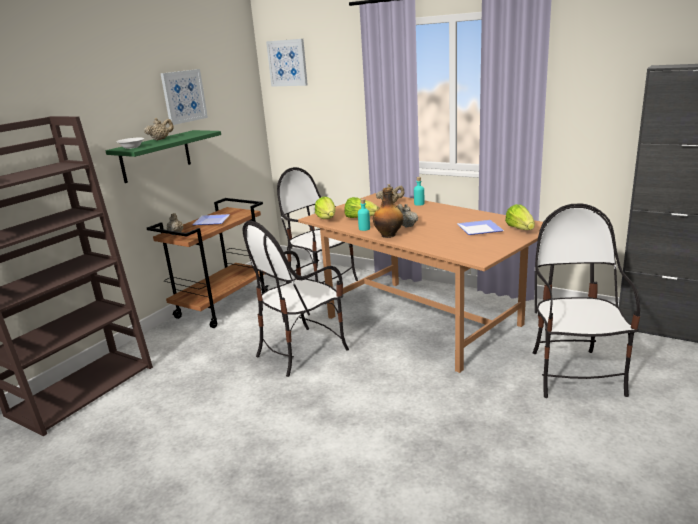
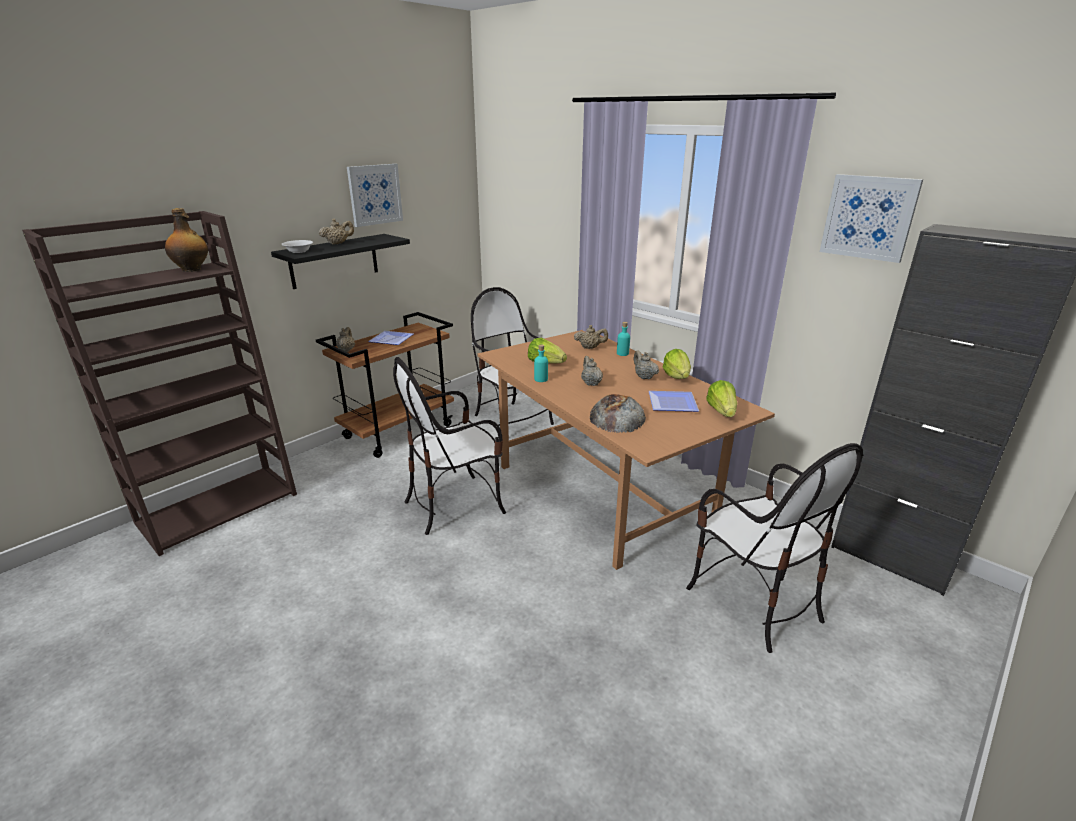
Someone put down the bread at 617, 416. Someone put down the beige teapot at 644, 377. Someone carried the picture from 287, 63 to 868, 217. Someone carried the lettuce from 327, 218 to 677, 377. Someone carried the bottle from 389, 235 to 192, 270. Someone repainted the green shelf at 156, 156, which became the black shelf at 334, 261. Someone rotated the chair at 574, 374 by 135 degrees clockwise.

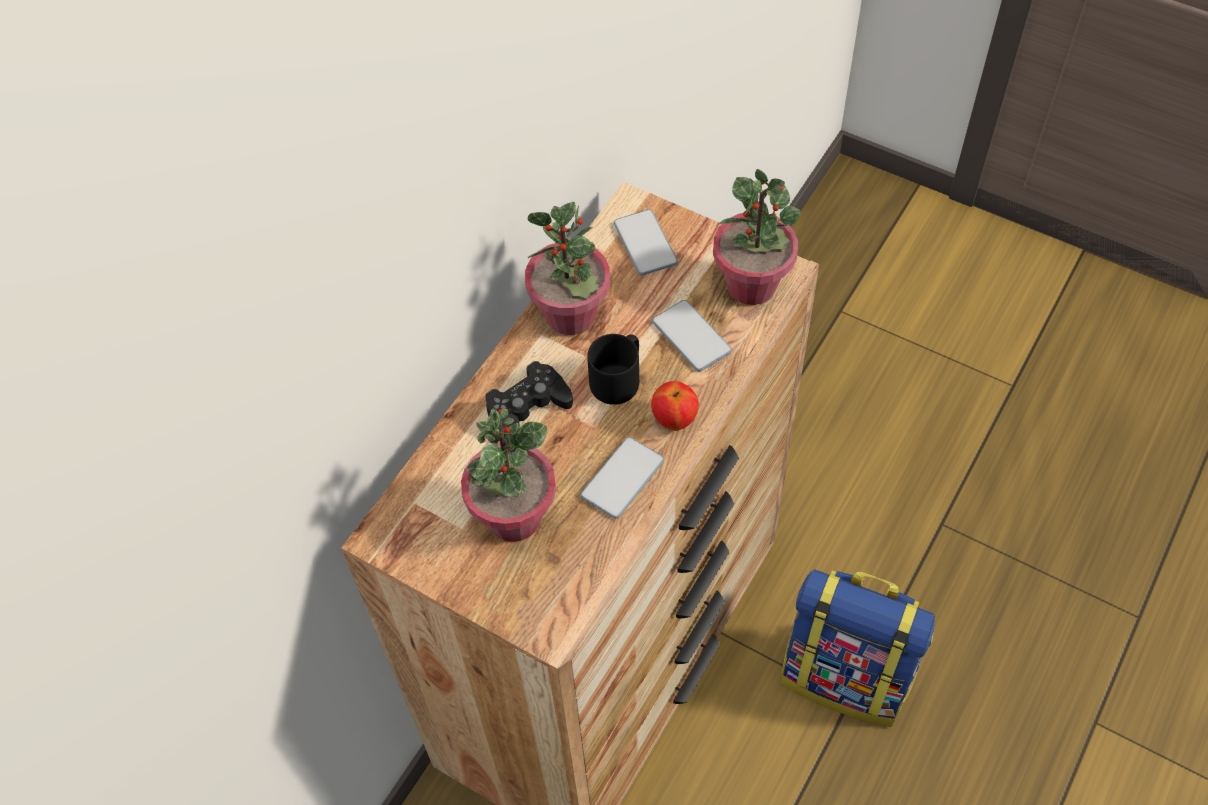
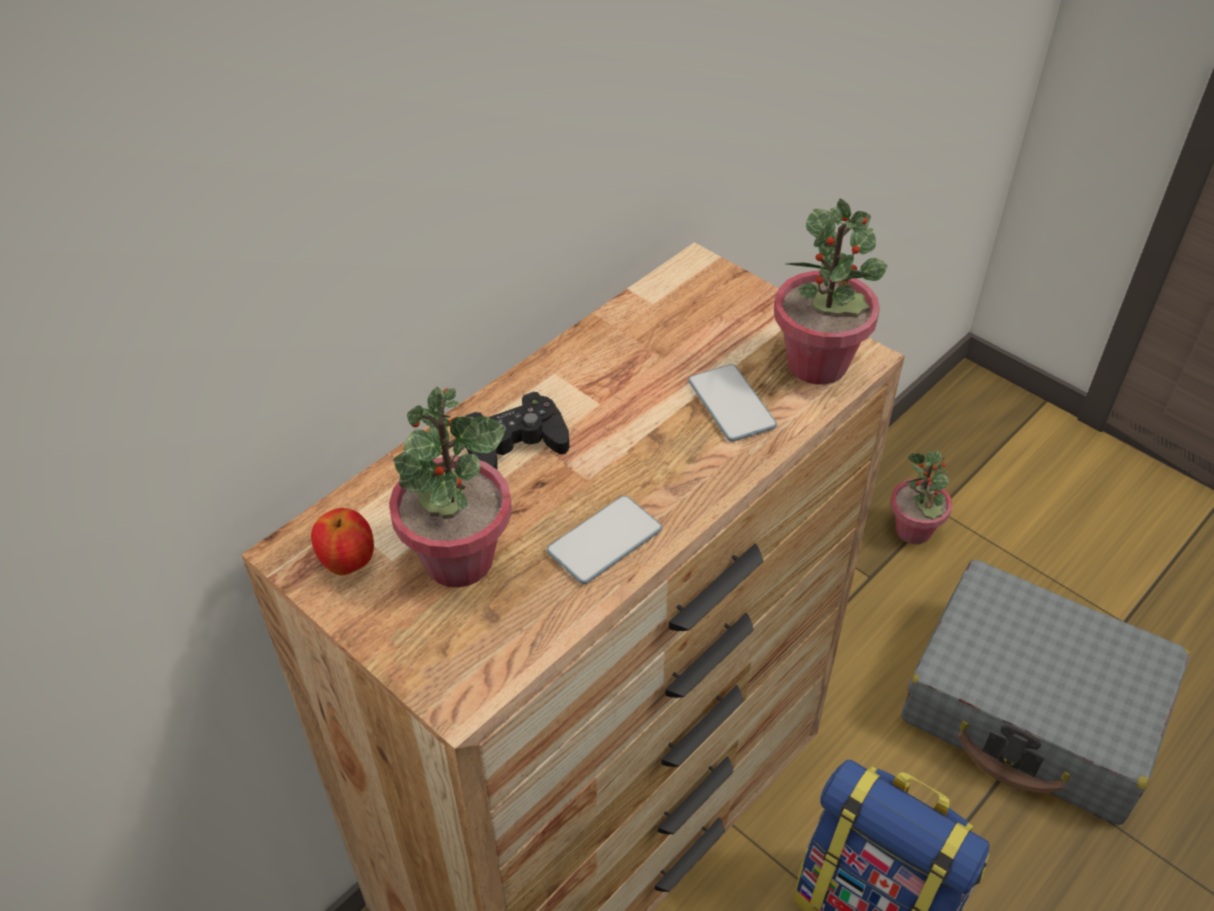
Someone took away the black mug at 618, 380. Someone took away the phone at 645, 243. Someone put down the grey suitcase at 1033, 709. Someone carried the potted plant from 571, 315 to 913, 531. Someone carried the apple from 674, 420 to 348, 563.

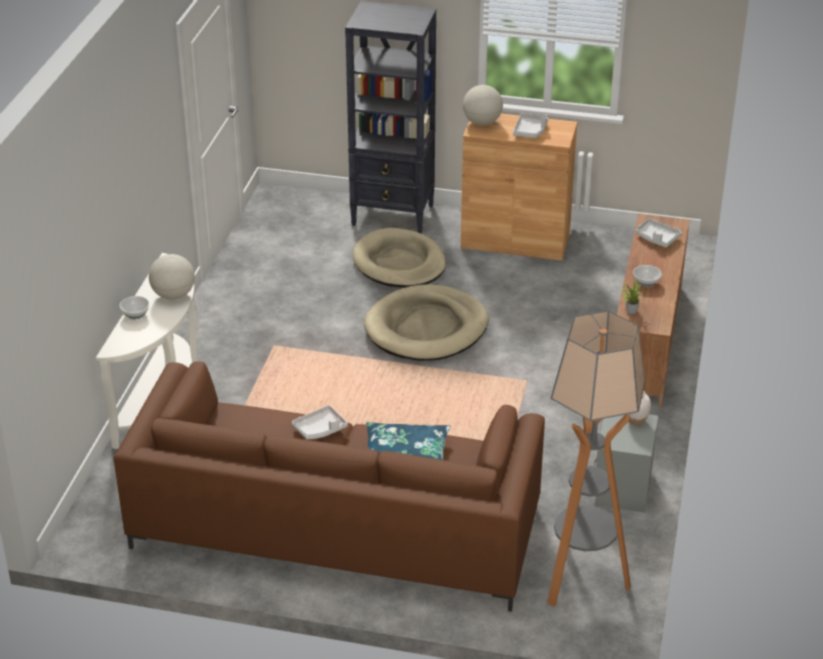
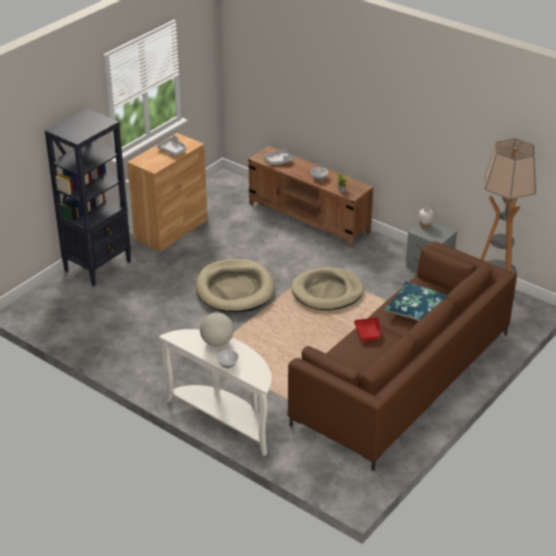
Someone took away the globe at 482, 122. Someone carried the beige dog bed from 399, 263 to 327, 292. Someone repainted the grey tray at 320, 429, which became the red tray at 368, 333.

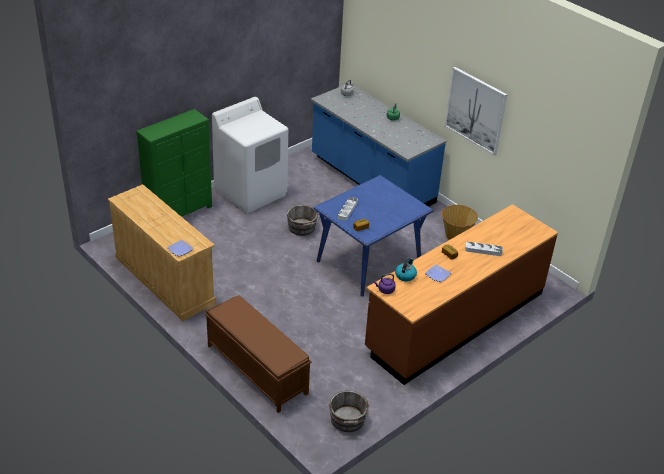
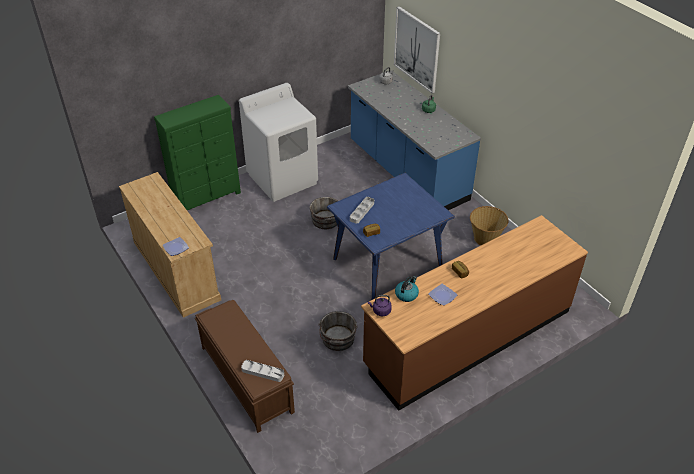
Someone carried the grey bucket from 347, 421 to 338, 340. Someone carried the picture from 475, 110 to 417, 49. Someone carried the grey tray from 483, 250 to 263, 372.

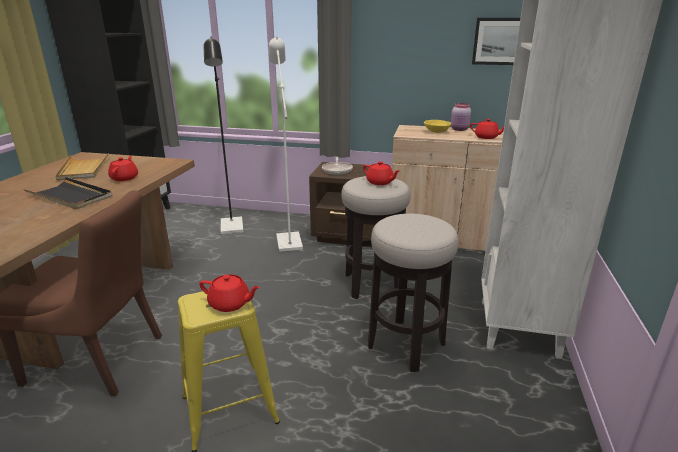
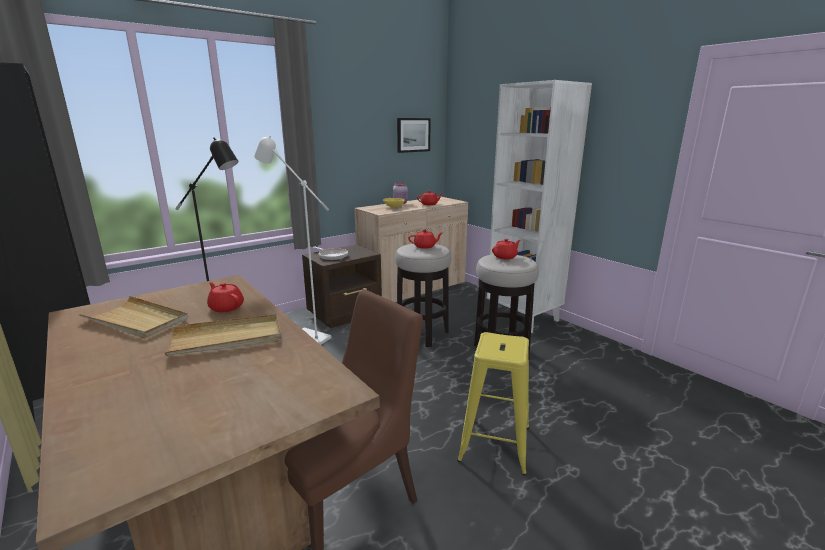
Someone carried the red teapot from 230, 304 to 505, 257. Someone repainted the black tray at 70, 196, which became the beige tray at 227, 338.

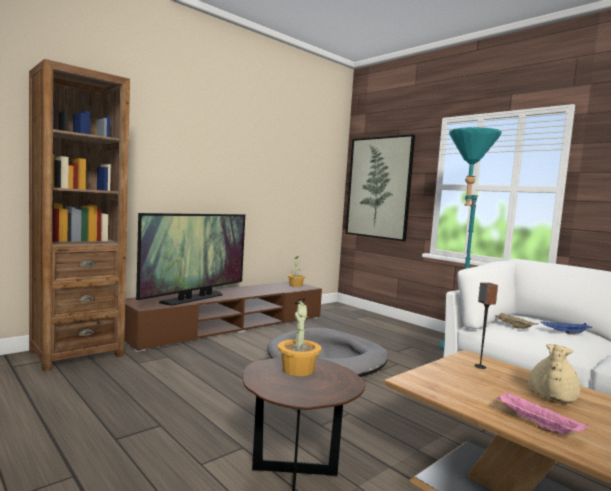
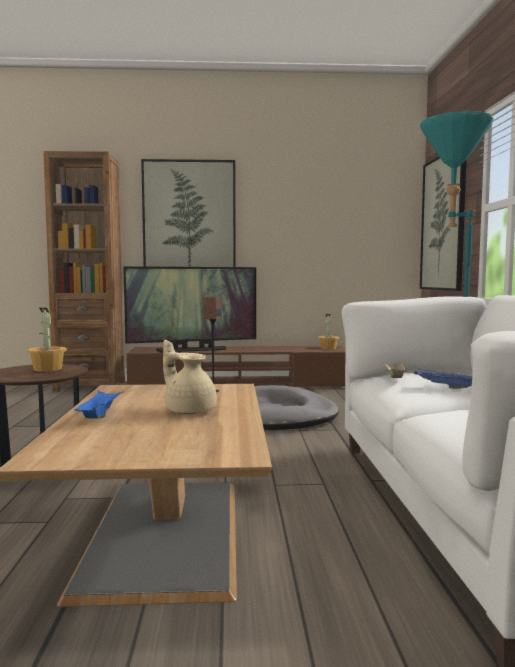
Someone put up the picture at 189, 223. Someone repainted the pink tray at 535, 425, which became the blue tray at 100, 415. Someone rotated the beige teapot at 551, 397 by 60 degrees clockwise.

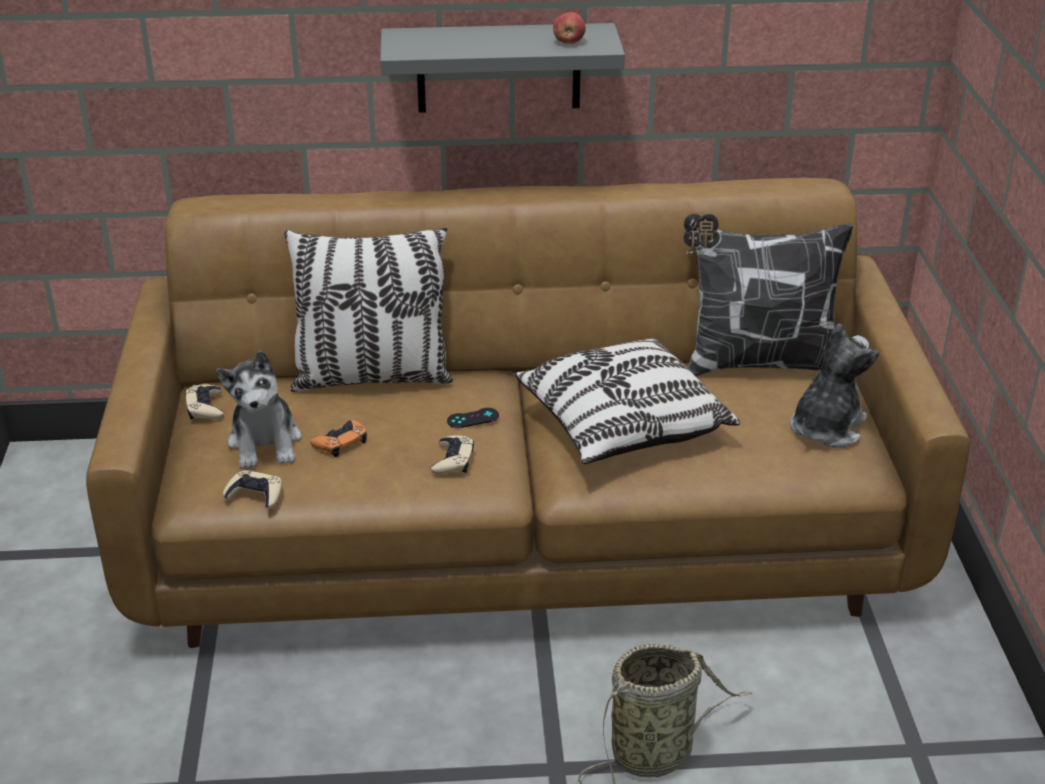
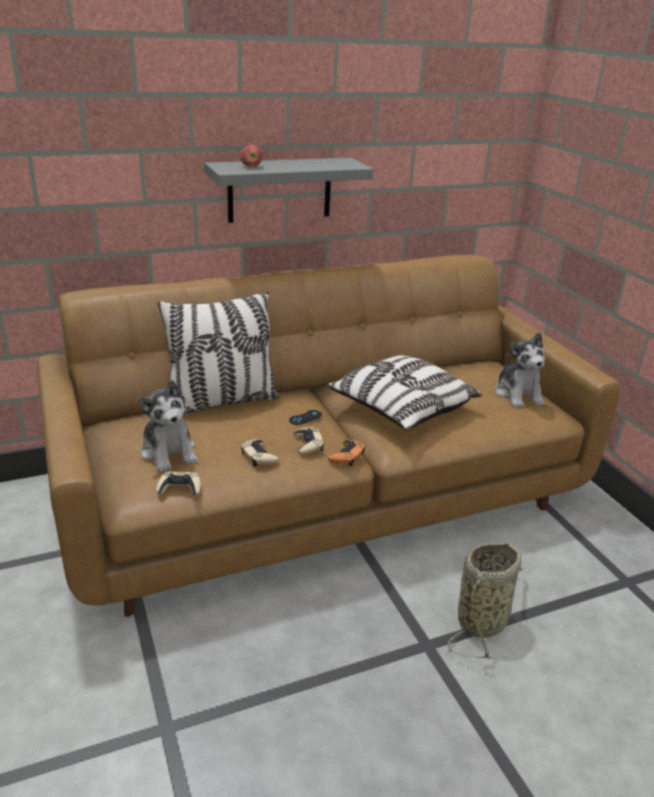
Someone took away the pillow at 757, 363. Someone carried the beige game controller from 205, 407 to 259, 456. Someone carried the orange game controller from 340, 442 to 347, 456. Someone carried the apple from 569, 42 to 251, 166. Someone rotated the plush toy at 825, 427 by 150 degrees clockwise.

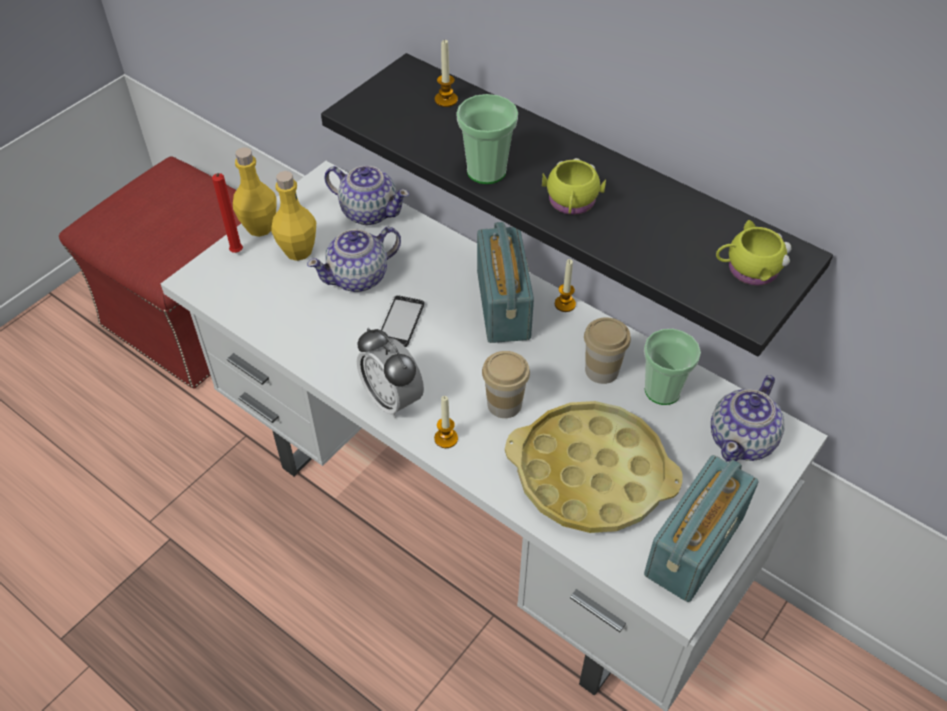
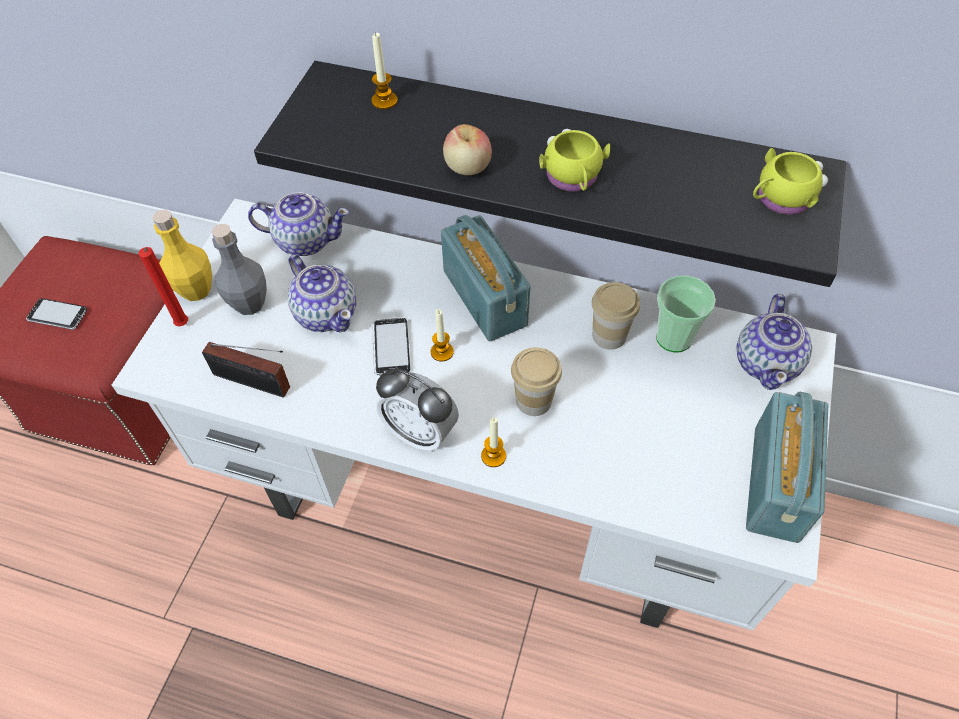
Someone took away the yellow tray at 590, 474. Someone put down the phone at 58, 315. Someone put down the radio at 255, 383. Someone carried the candle from 565, 304 to 442, 352. Someone swapped the cup at 486, 171 for the apple at 467, 167. Someone repainted the yellow bottle at 298, 251, which became the grey bottle at 249, 303. Someone rotated the teapot at 359, 277 by 75 degrees counterclockwise.

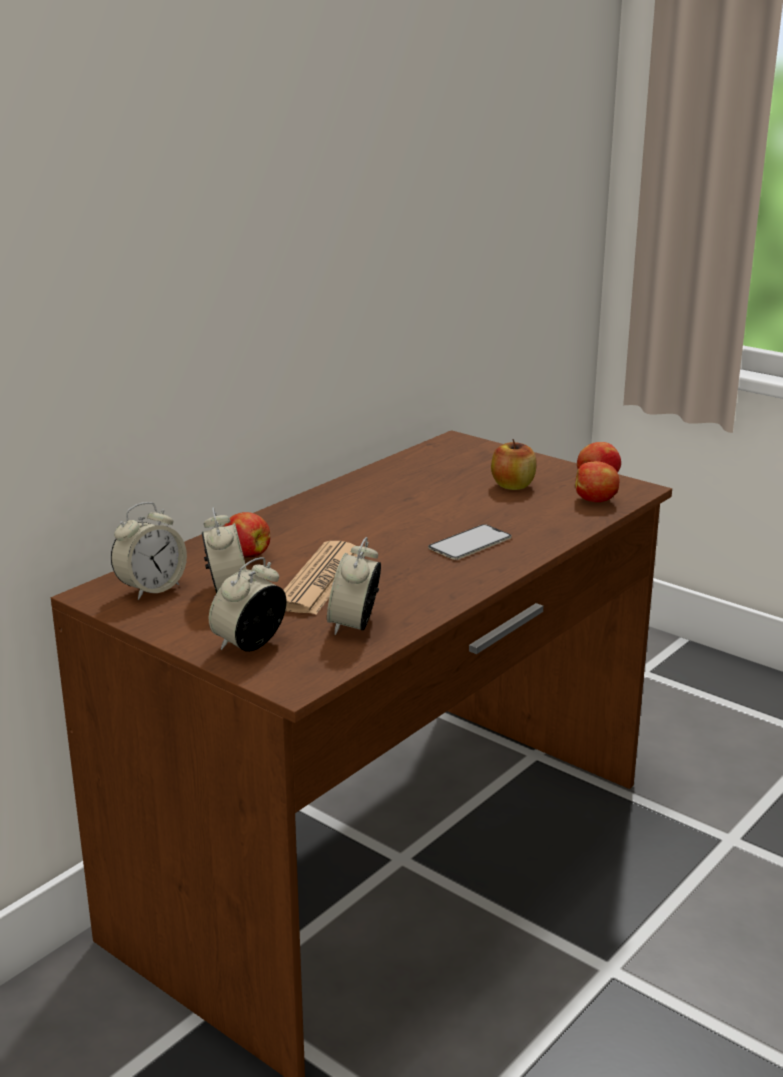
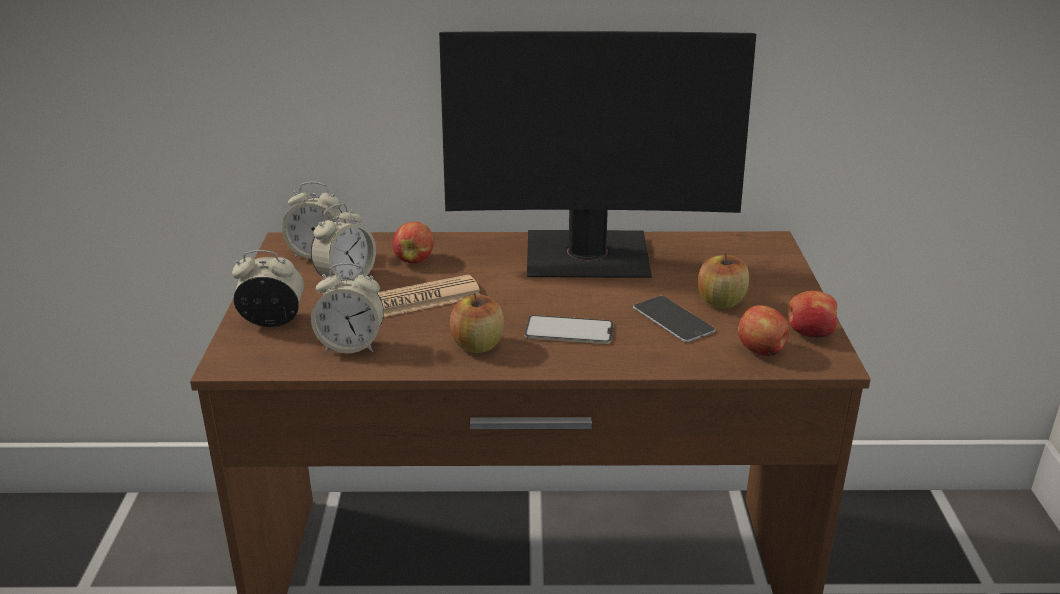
Someone put down the monitor at 588, 257. Someone put down the apple at 477, 345. Someone put down the phone at 673, 319. Someone rotated the alarm clock at 354, 625 by 150 degrees counterclockwise.

